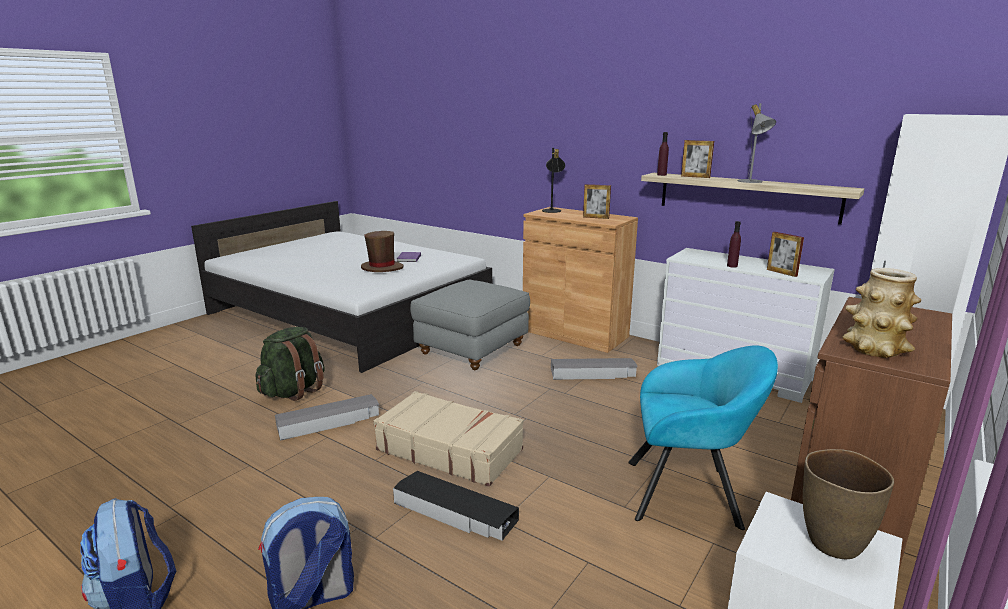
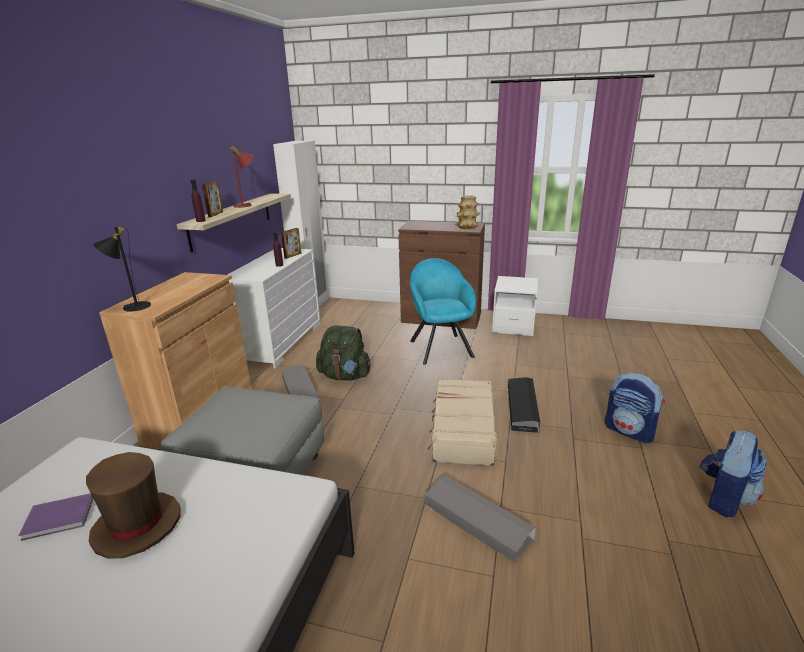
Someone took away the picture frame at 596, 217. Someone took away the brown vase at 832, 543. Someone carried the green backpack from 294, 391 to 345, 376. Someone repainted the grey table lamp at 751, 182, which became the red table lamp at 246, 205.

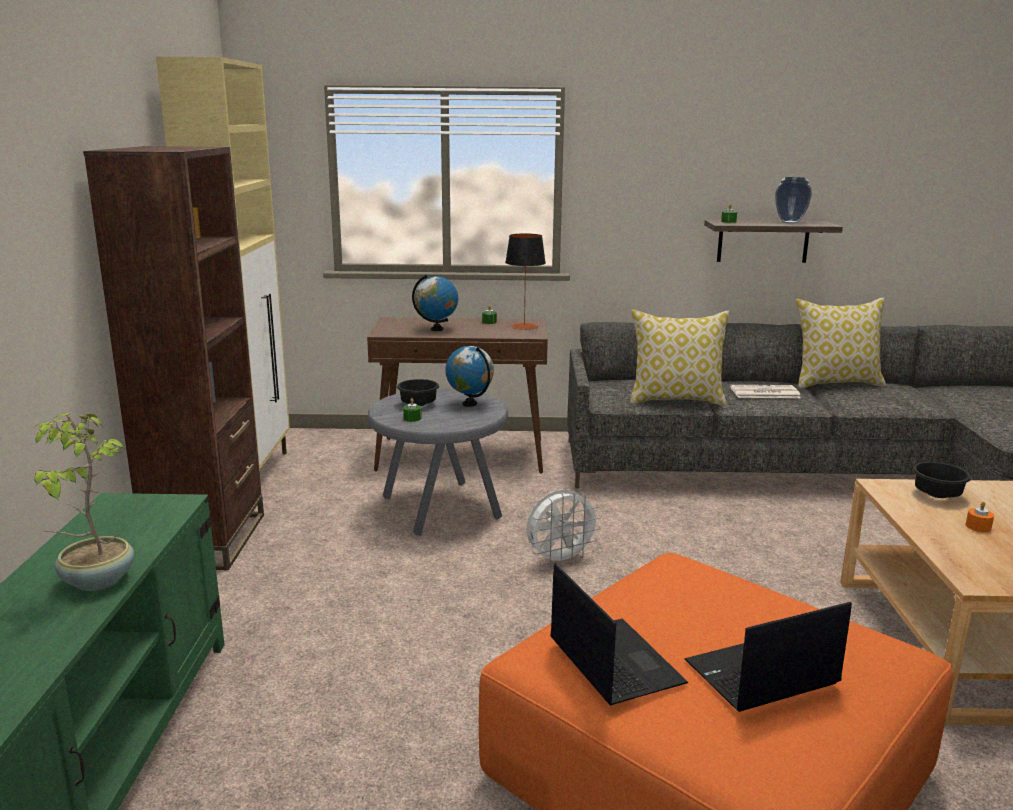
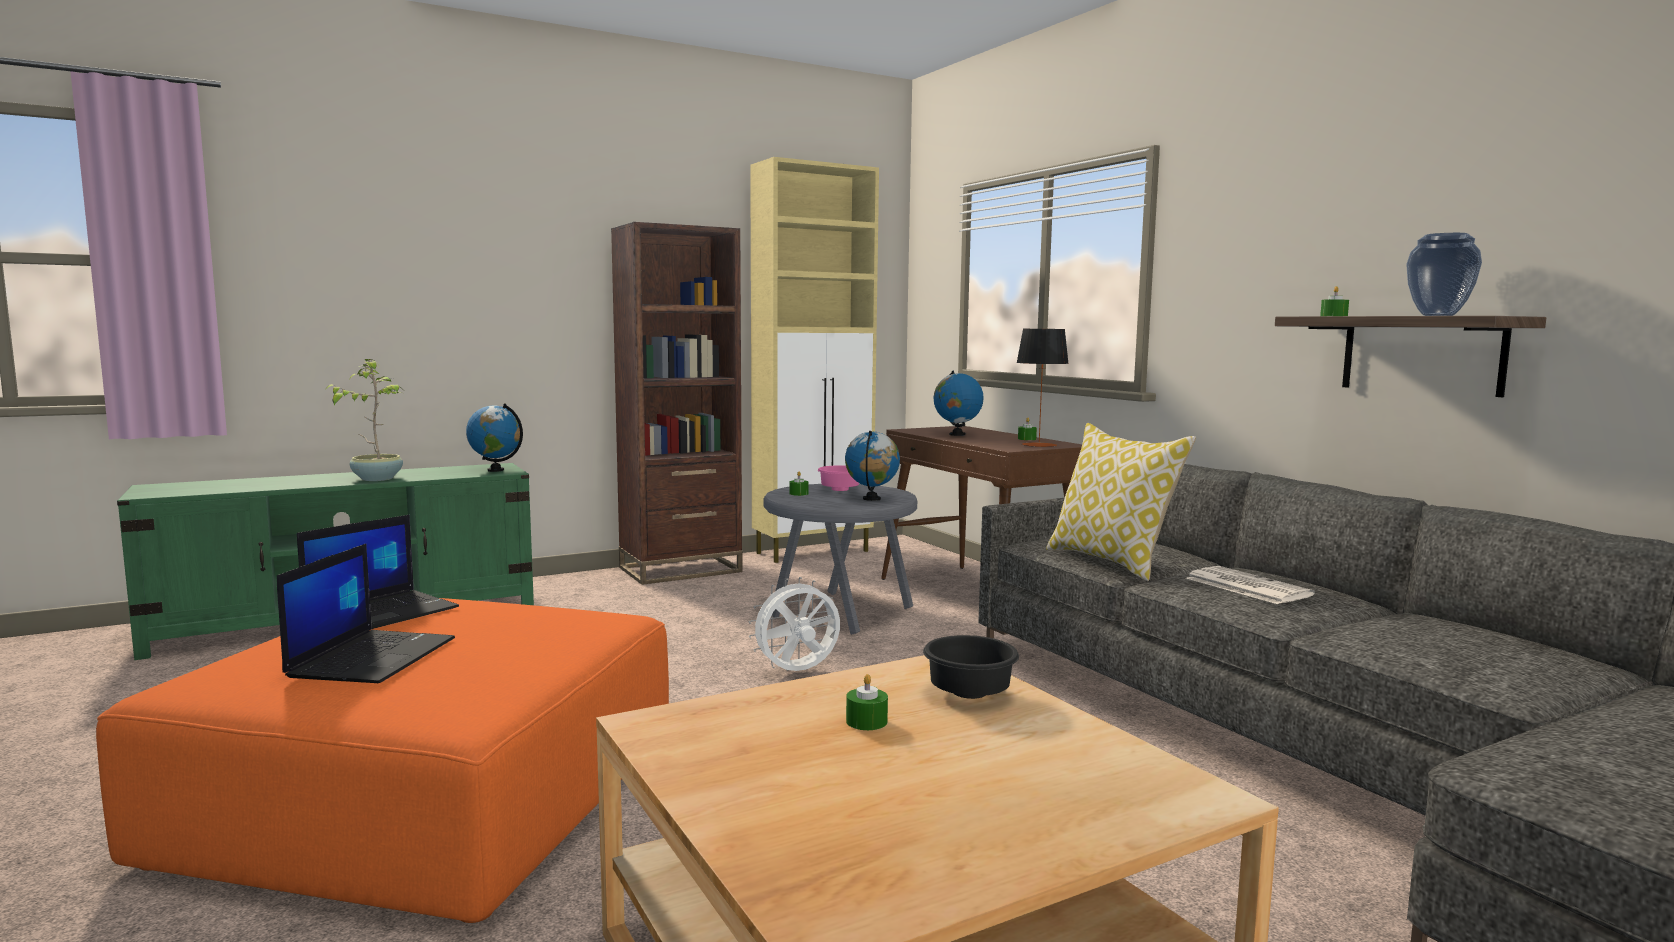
Someone took away the pillow at 836, 383. Someone put down the globe at 496, 470. Someone repainted the black bowl at 417, 404, which became the pink bowl at 839, 490. Someone repainted the orange candle at 978, 527, which became the green candle at 866, 721. Someone rotated the white fan at 560, 560 by 120 degrees clockwise. Someone rotated the laptop at 761, 675 by 60 degrees clockwise.

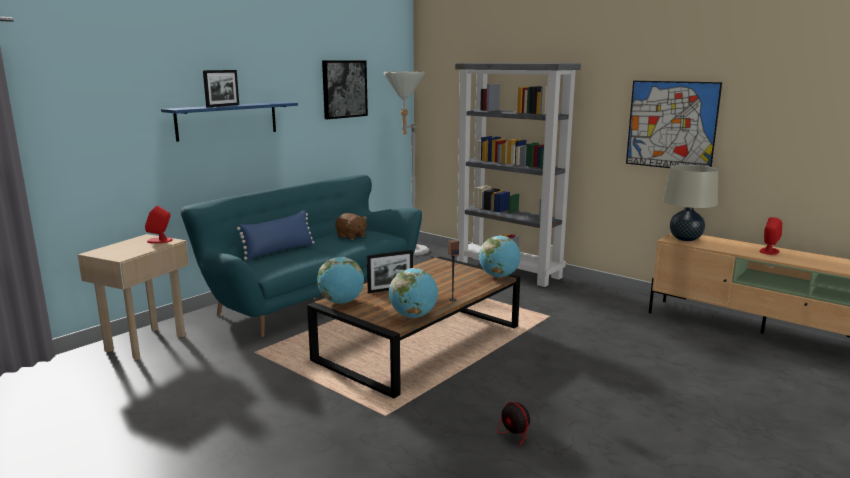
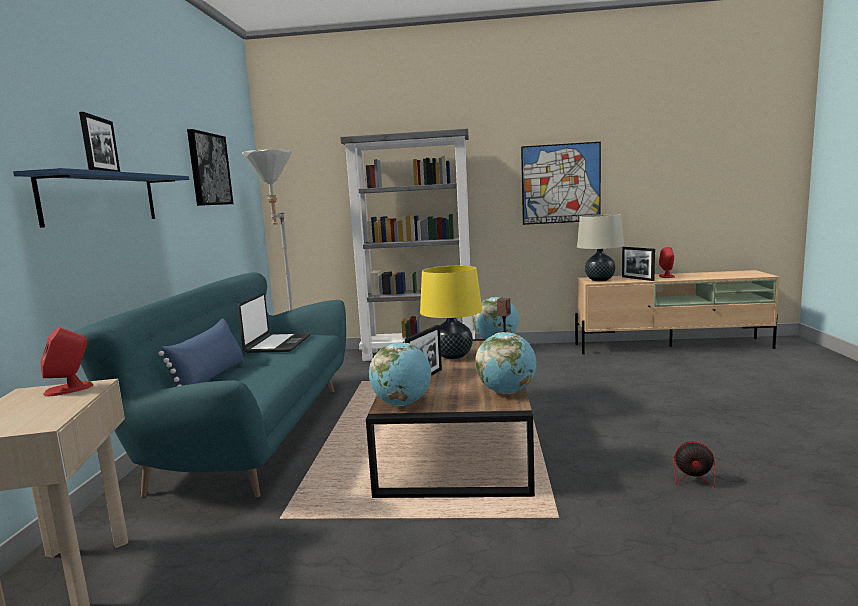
Someone put down the yellow table lamp at 453, 356. Someone put down the picture frame at 637, 278. Someone swapped the brown plush toy at 351, 236 for the laptop at 277, 344.

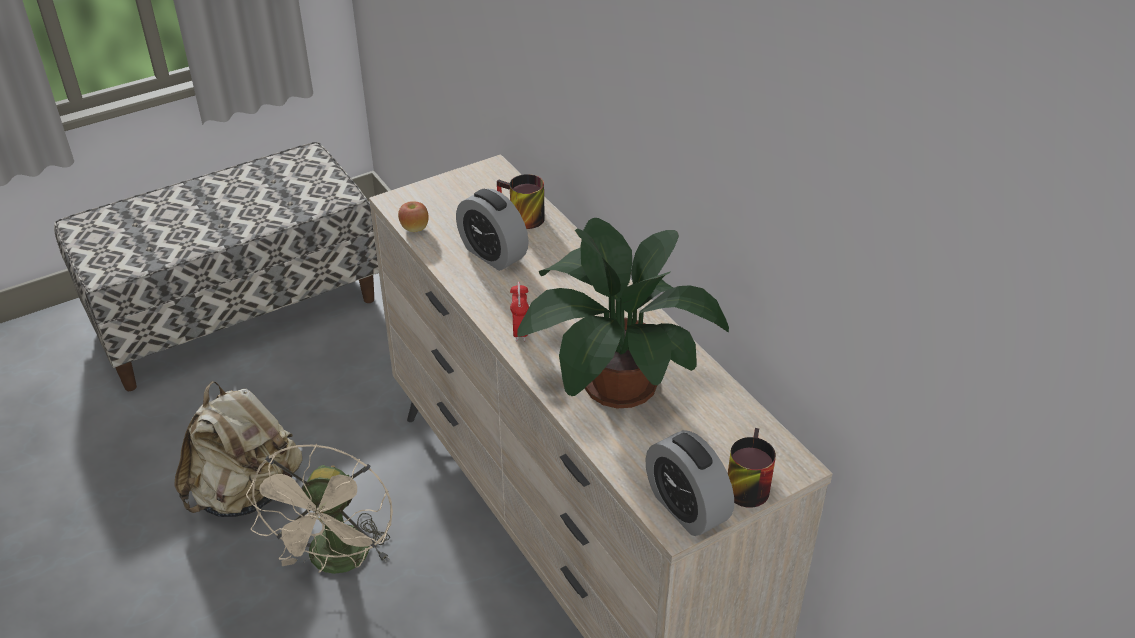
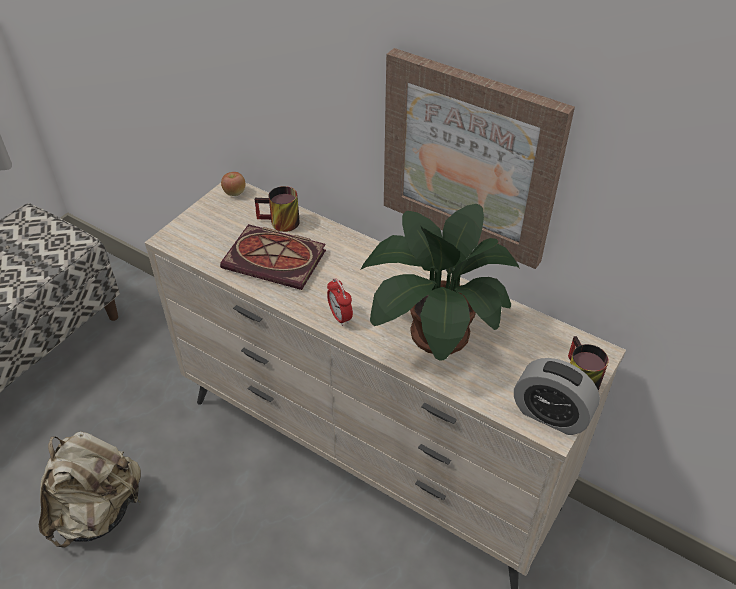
Someone took away the beige fan at 338, 562. Someone put up the picture at 470, 158. Someone carried the apple from 414, 228 to 234, 193. Someone swapped the alarm clock at 493, 254 for the book at 277, 259.

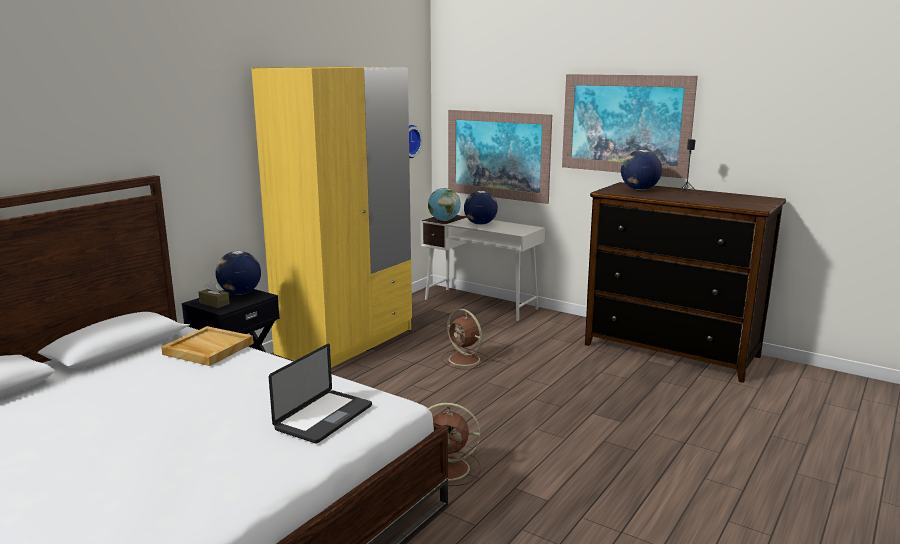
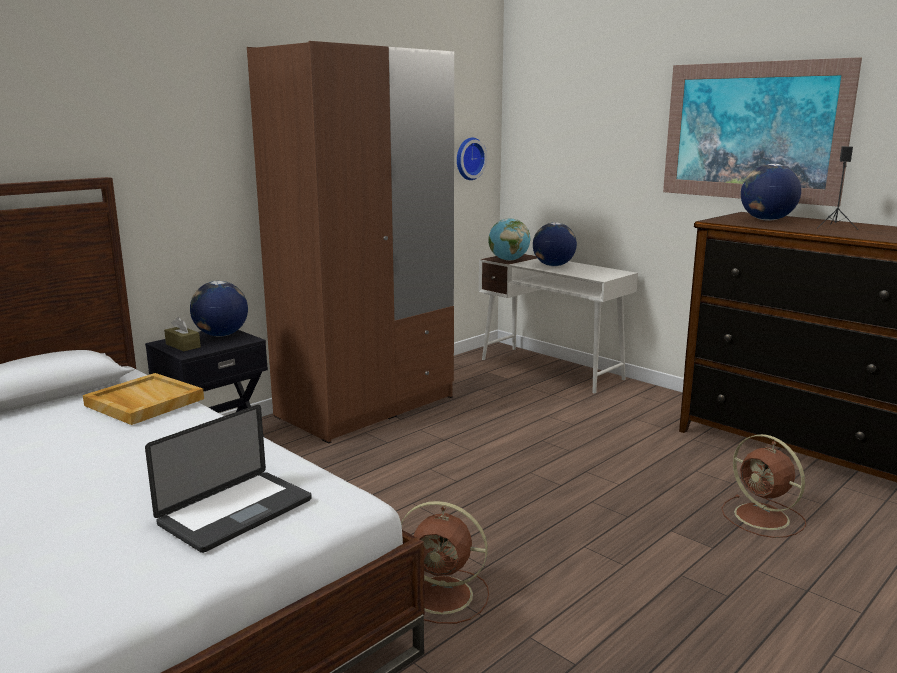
Someone took away the picture at 497, 155. Someone carried the brown fan from 465, 360 to 763, 518. Someone repainted the yellow wardrobe at 346, 342, which became the brown wardrobe at 366, 406.

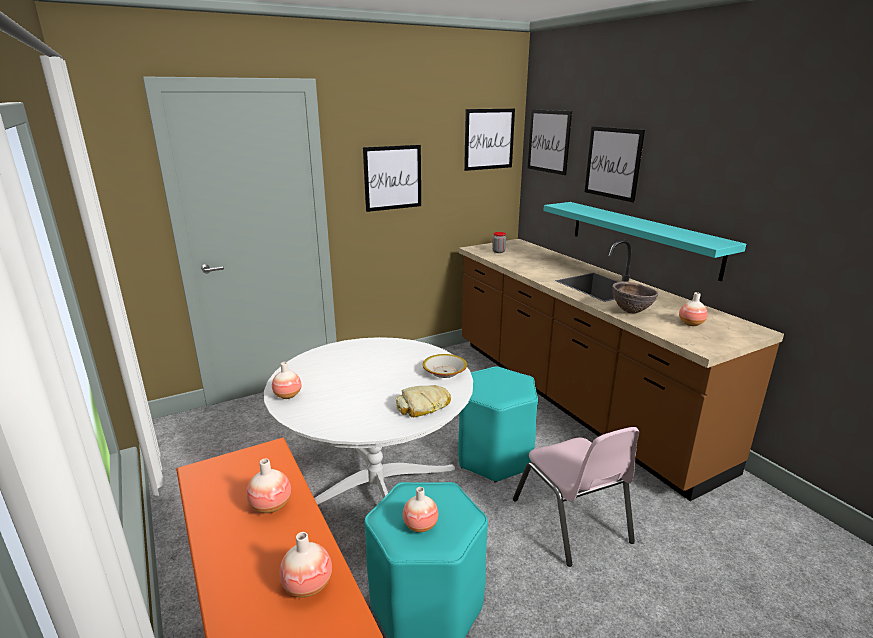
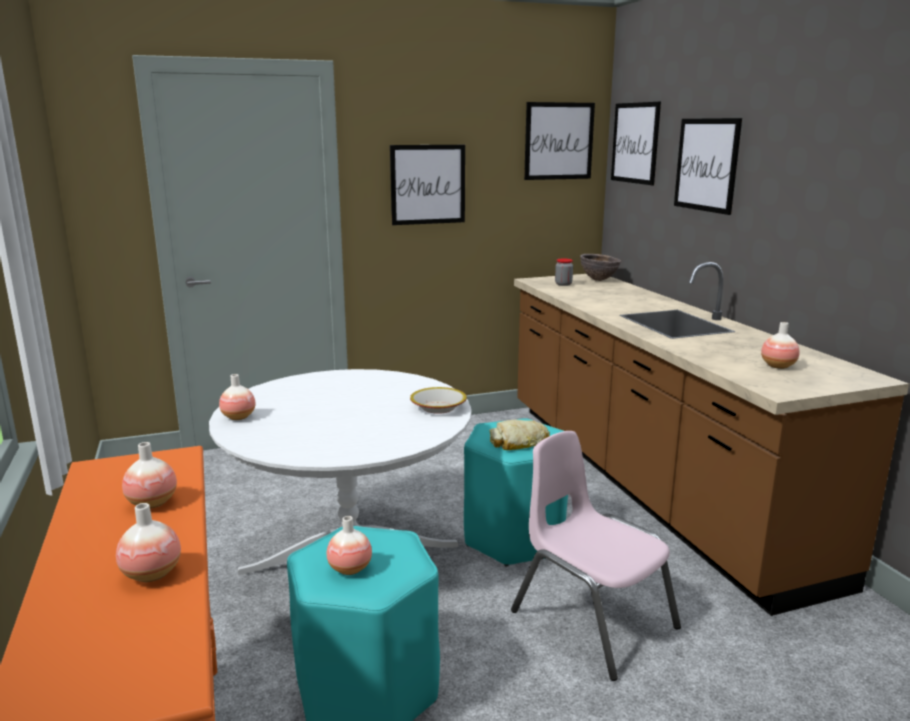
Someone took away the turquoise shelf at 641, 237. Someone carried the bread from 423, 406 to 519, 442. Someone carried the brown bowl from 631, 312 to 599, 280. Someone rotated the pink chair at 571, 520 by 150 degrees clockwise.

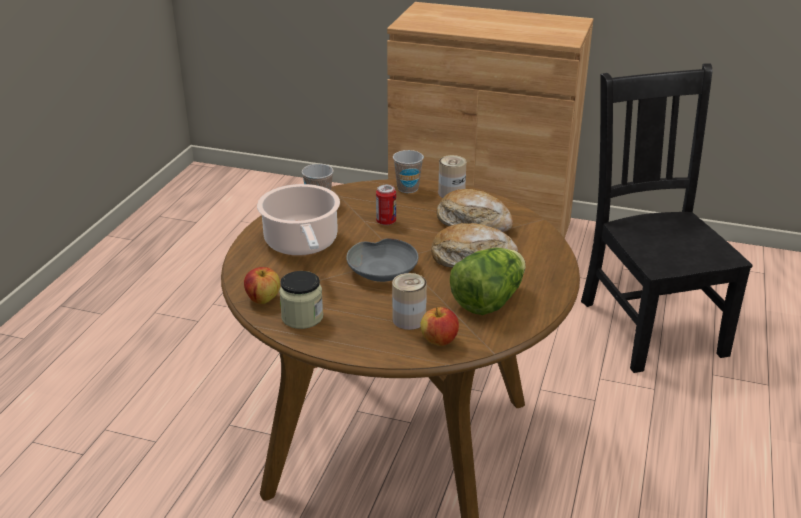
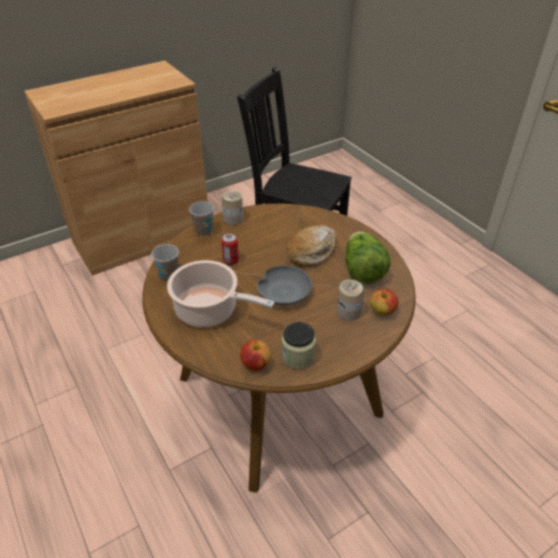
Someone took away the bread at 474, 222.

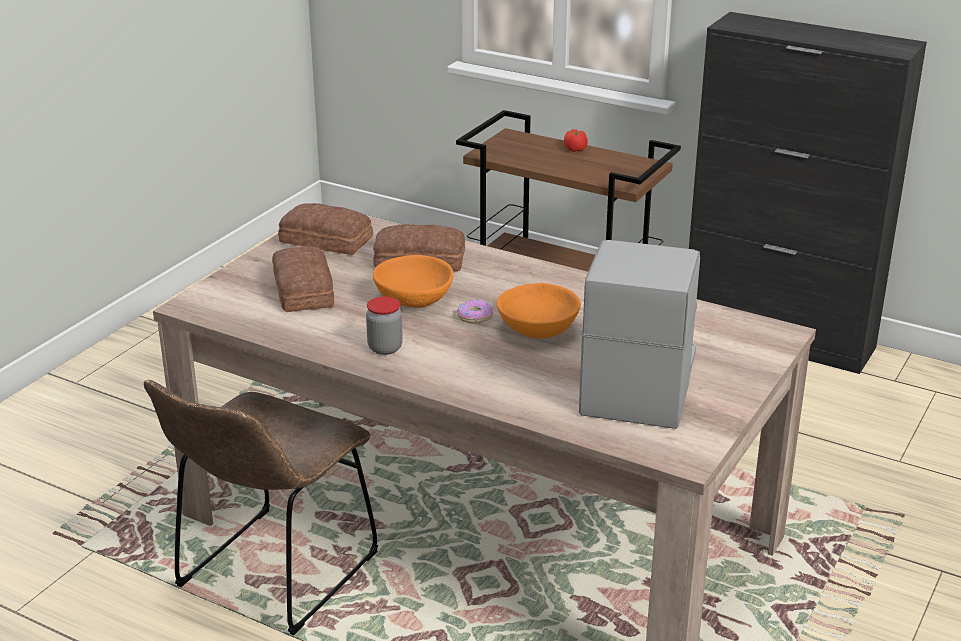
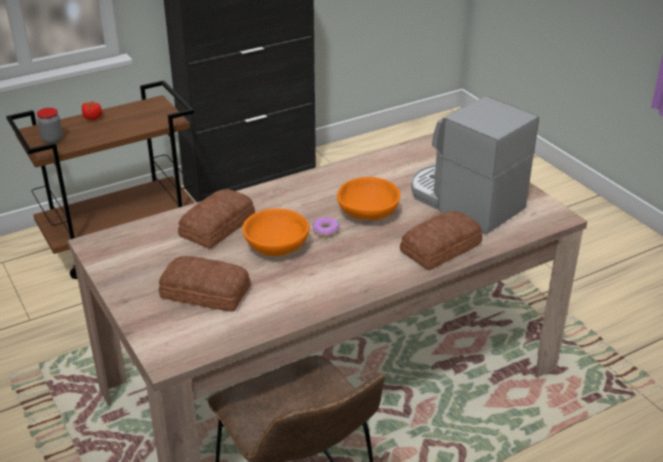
Someone carried the bread from 326, 241 to 442, 248. Someone carried the jar from 385, 348 to 52, 140.

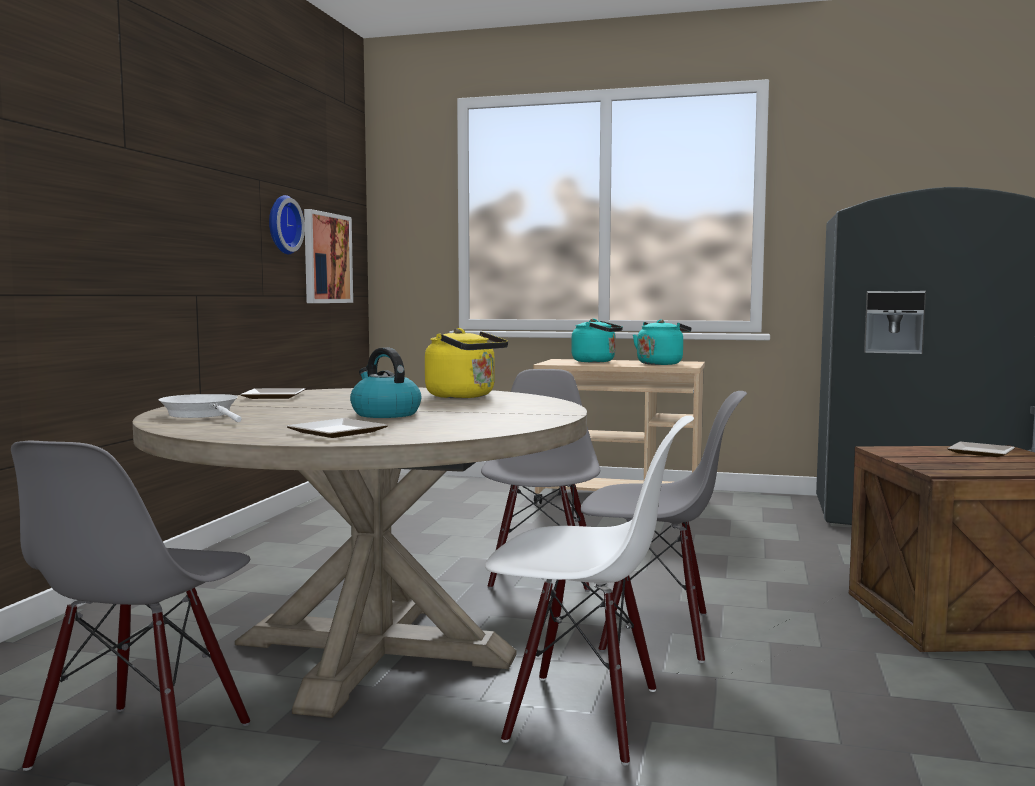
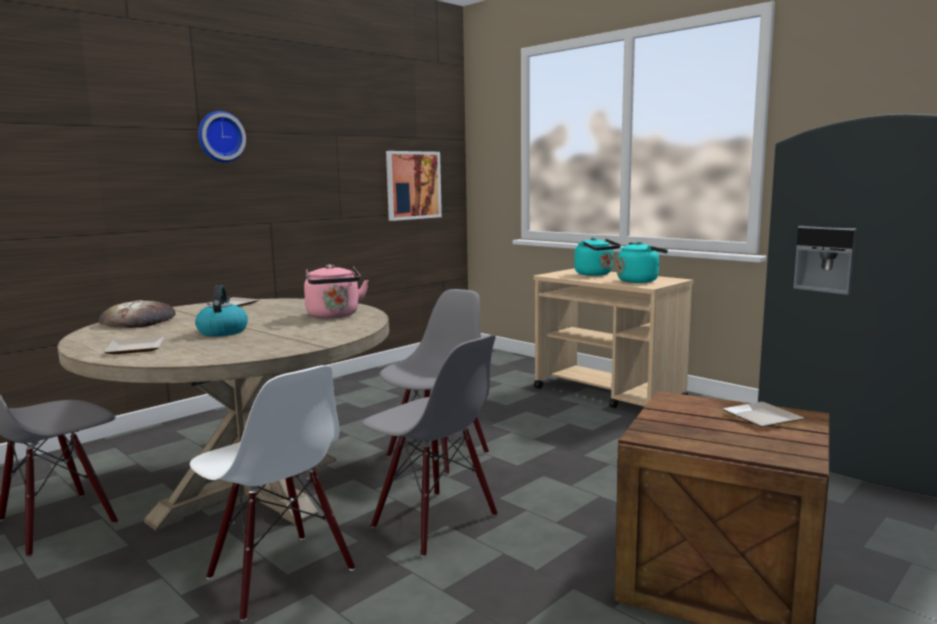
Someone carried the wall clock from 281, 225 to 220, 137. Someone swapped the white frying pan at 203, 415 for the bread at 139, 321. Someone repainted the yellow kettle at 464, 396, which became the pink kettle at 334, 316.

